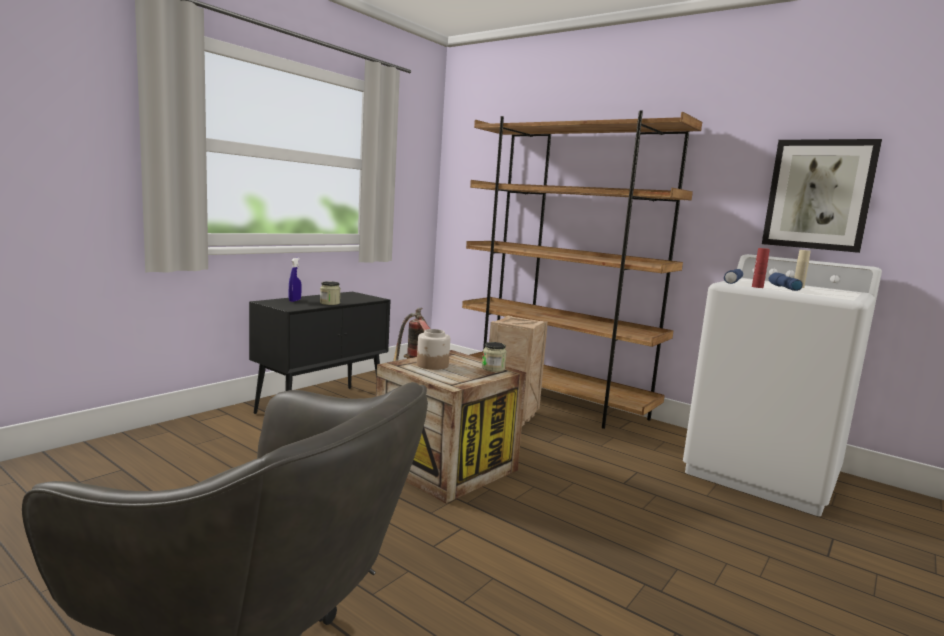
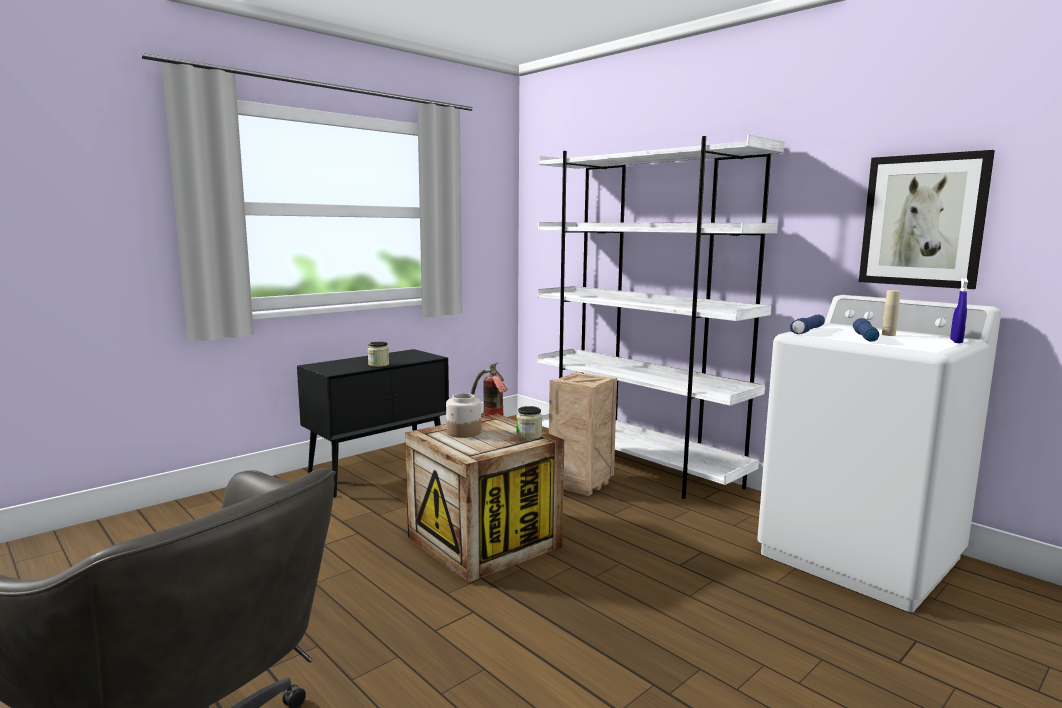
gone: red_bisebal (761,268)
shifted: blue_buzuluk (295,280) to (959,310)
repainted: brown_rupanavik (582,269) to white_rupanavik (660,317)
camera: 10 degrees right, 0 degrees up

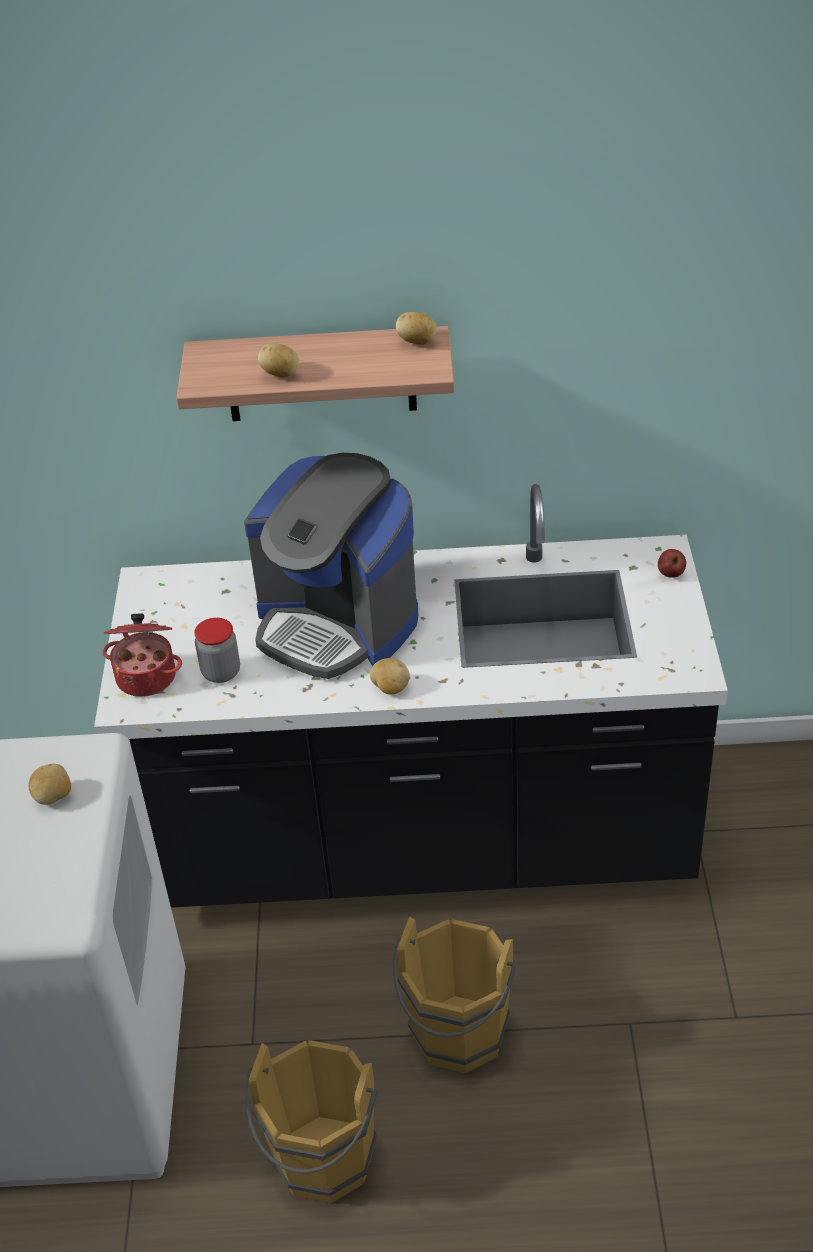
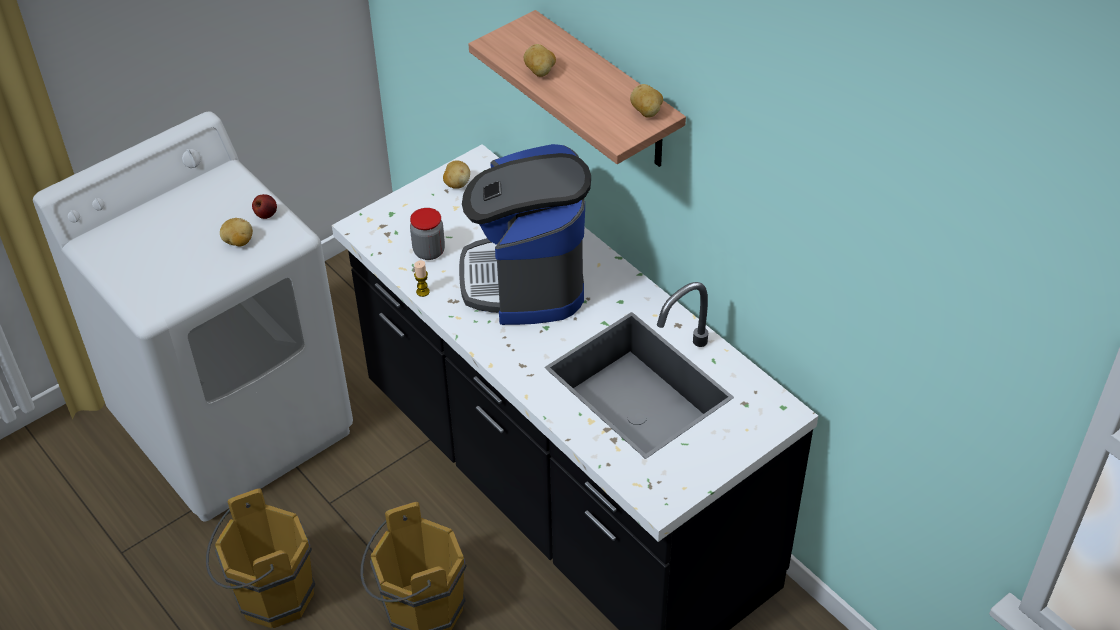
gone: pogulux (142,655)
new: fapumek (422,278)
shifted: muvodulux (672,563) to (264,206); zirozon (390,676) to (456,174)
camera: 50 degrees right, 5 degrees up

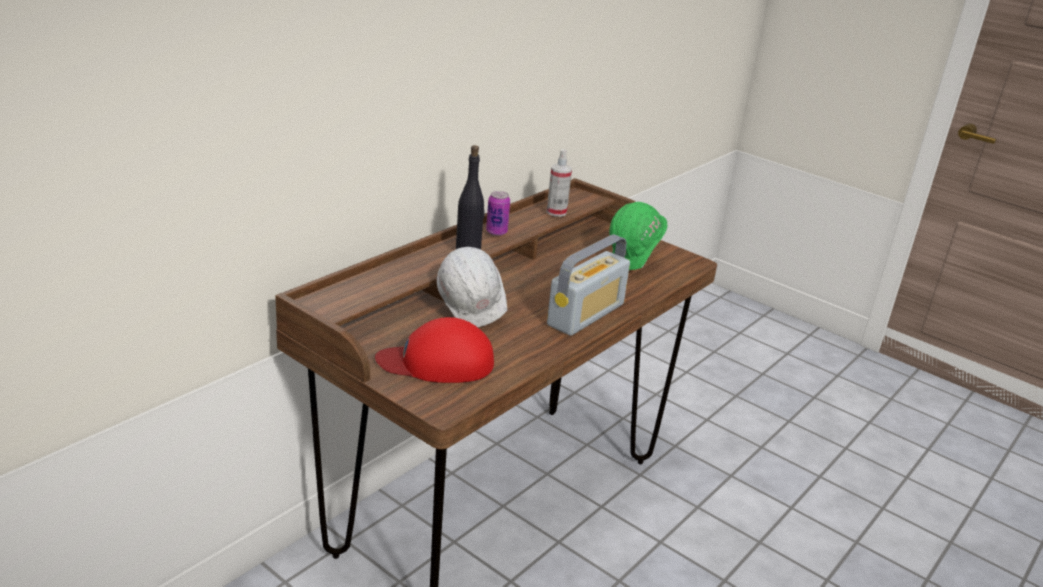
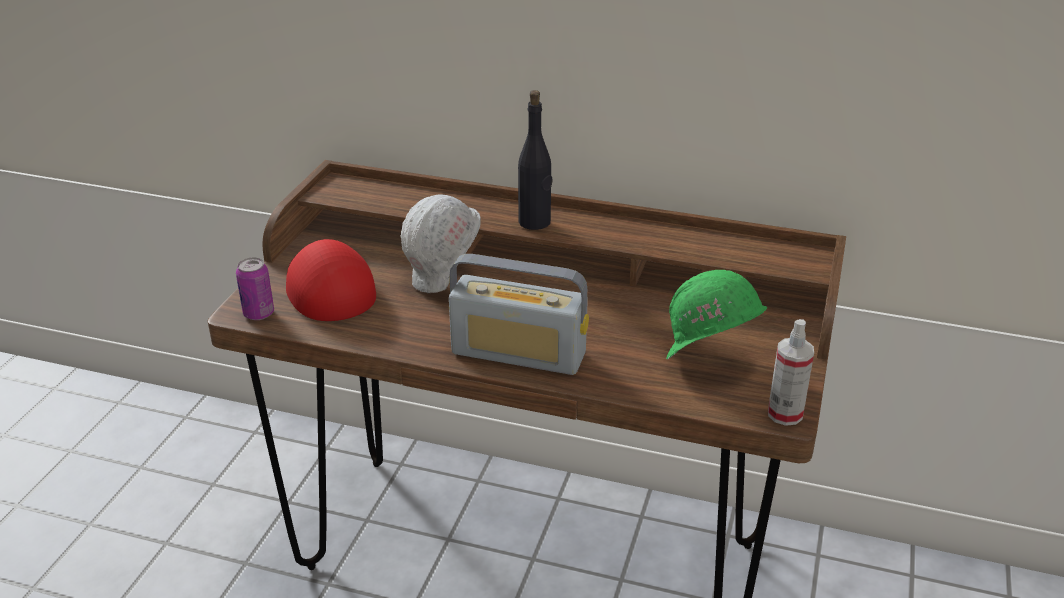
shifted: buzuluk (559,183) to (791,372); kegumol (498,213) to (255,289)
camera: 70 degrees right, 5 degrees up

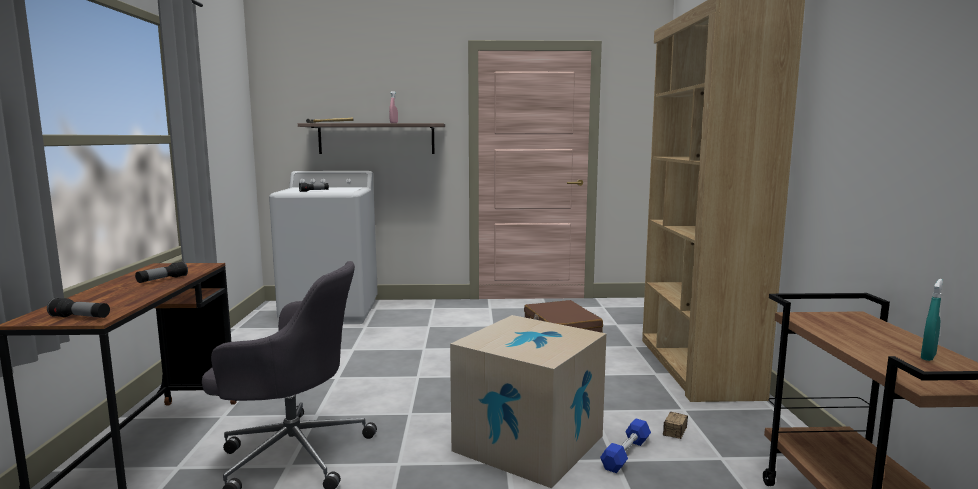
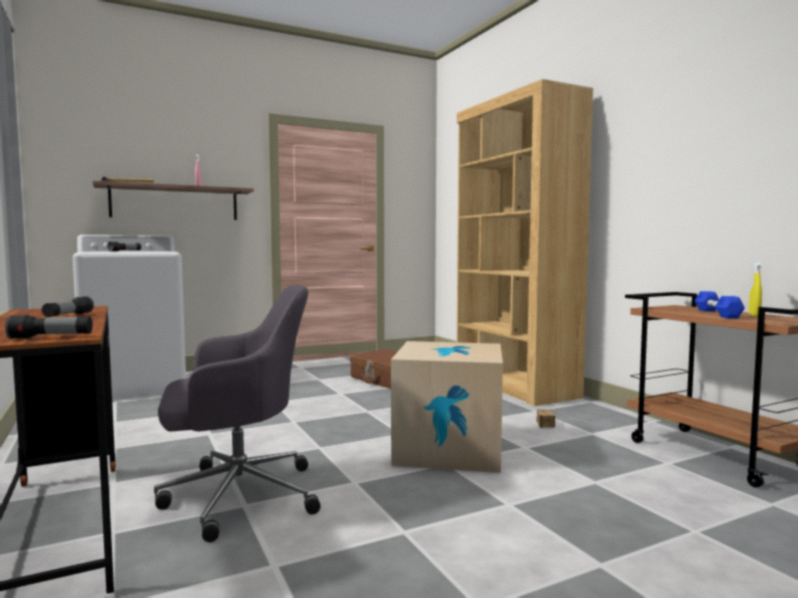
shifted: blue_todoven (625,446) to (720,305)
repainted: turquoise_buzuluk (932,320) to yellow_buzuluk (755,289)
camera: 25 degrees left, 5 degrees down

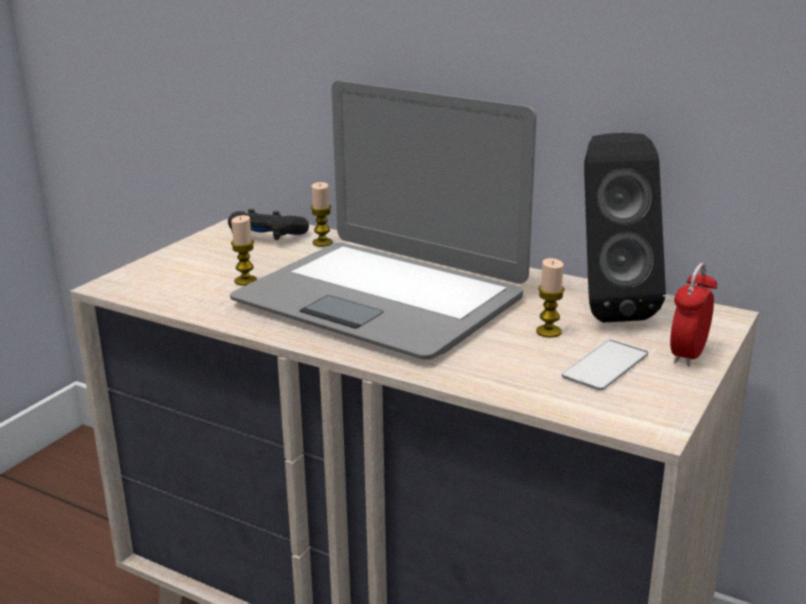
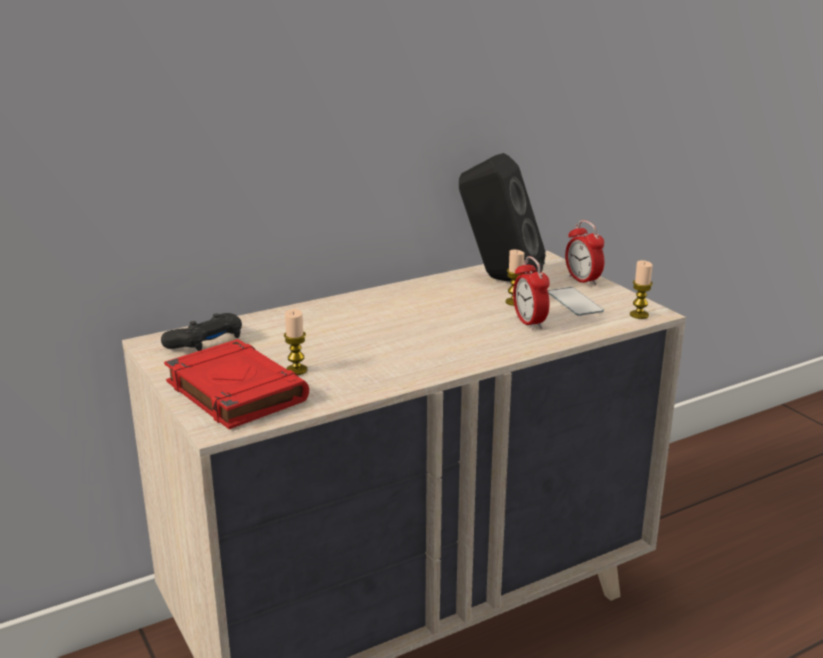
gone: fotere (383,220)
new: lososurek (531,293); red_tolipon (236,384)
shifted: fapumek (322,214) to (641,289)
camera: 60 degrees left, 0 degrees up

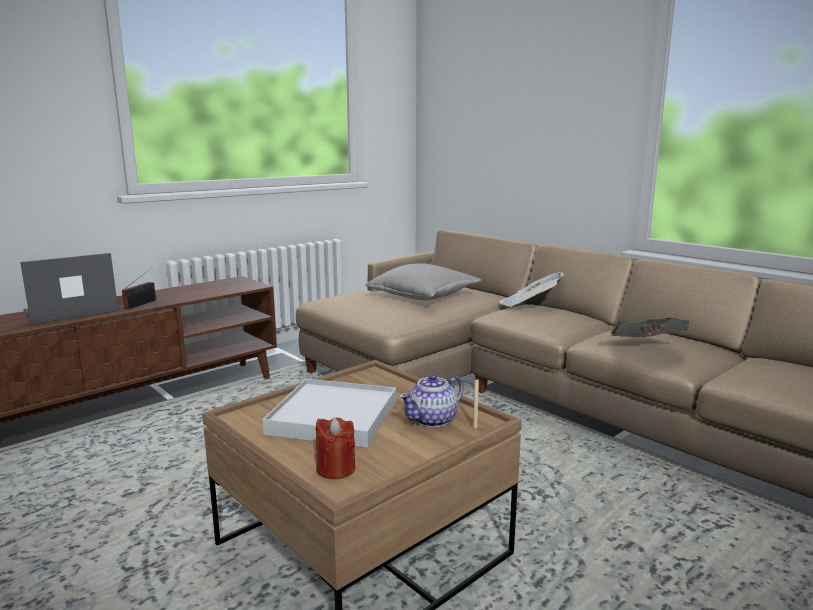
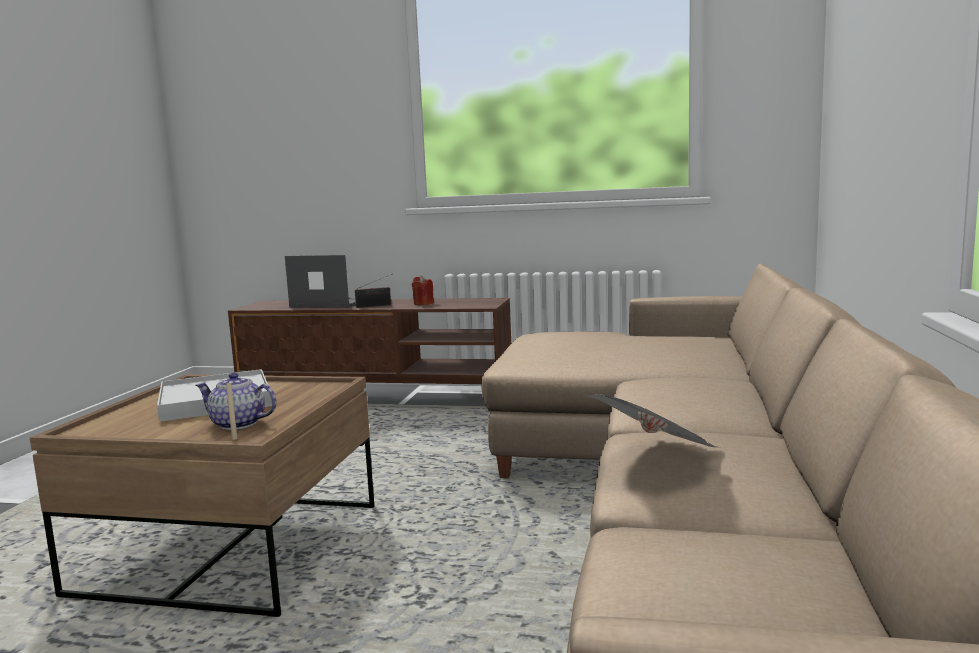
gone: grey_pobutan (423,282); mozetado (531,289)
shifted: red_fapumek (335,448) to (423,290)
camera: 55 degrees right, 5 degrees down

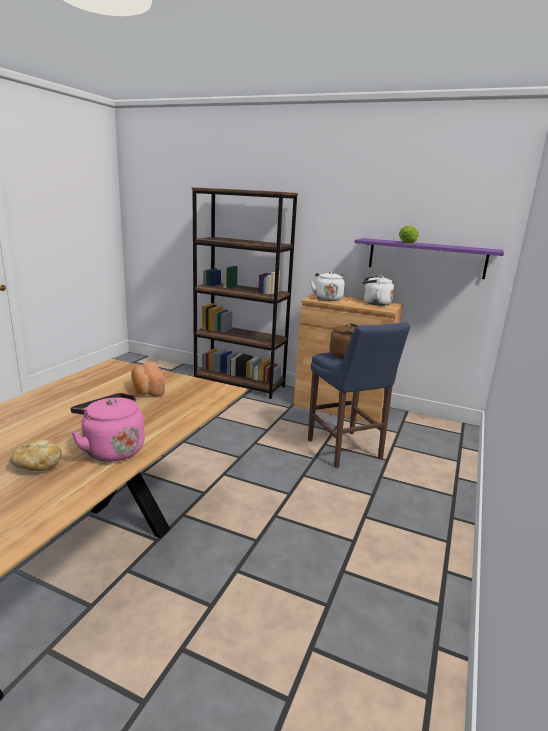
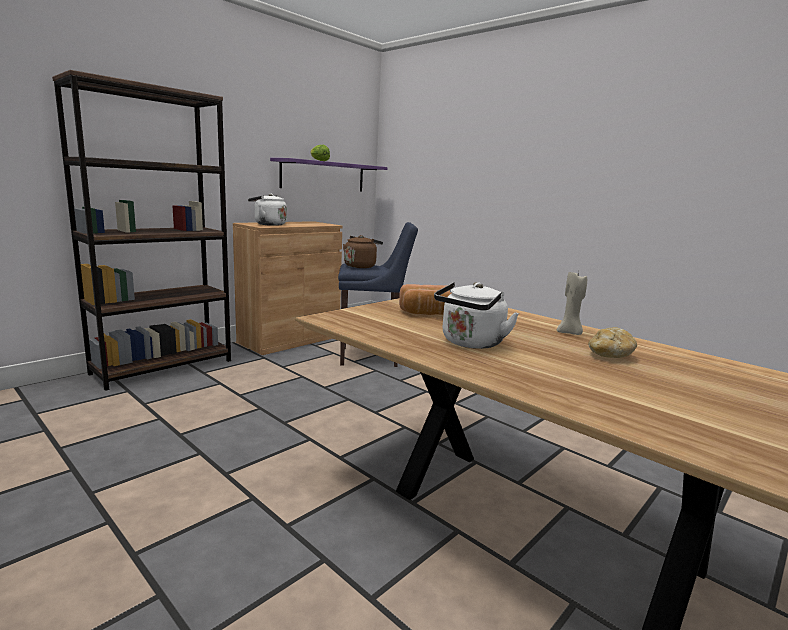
shifted: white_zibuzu (378,291) to (476,315)
swapped: pink_zibuzu (108,427) to beige_fapumek (572,303)
camera: 70 degrees left, 5 degrees down

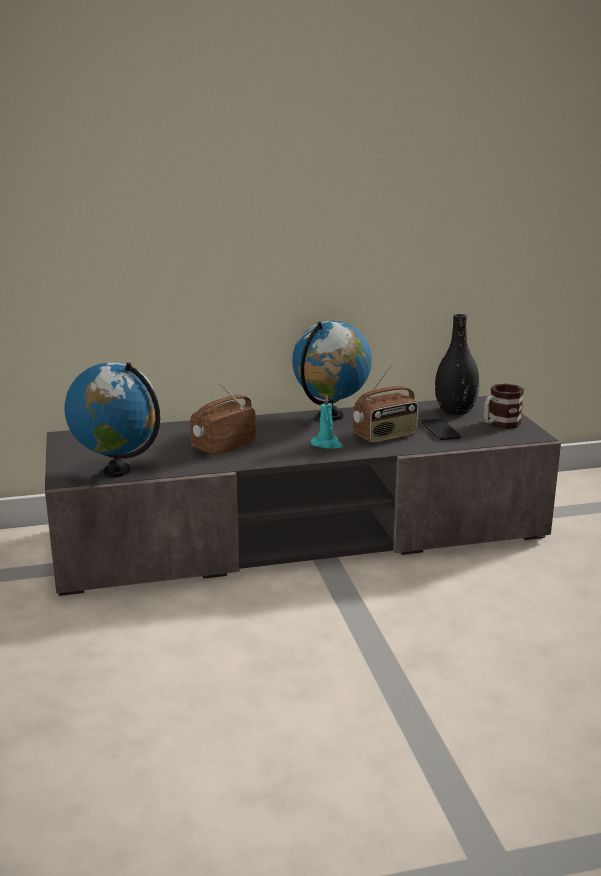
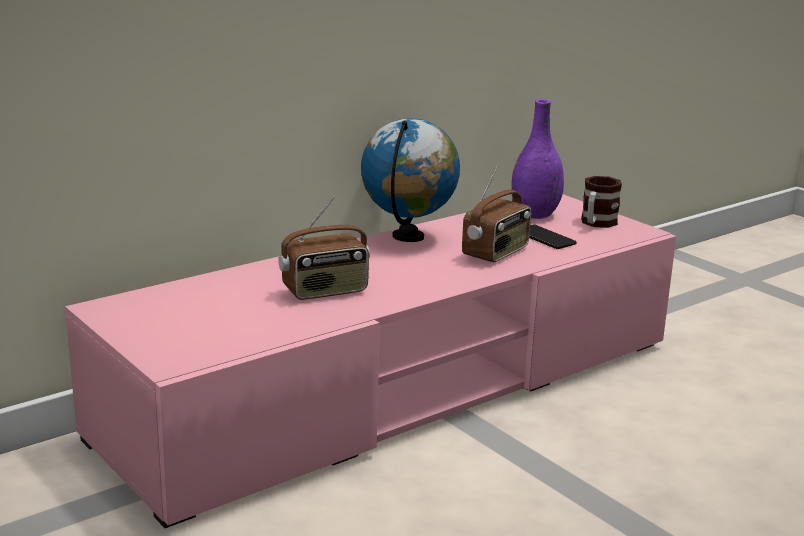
gone: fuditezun (112,420); turquoise_fapumek (327,421)
repainted: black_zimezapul (457,364) to purple_zimezapul (537,159); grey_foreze (303,496) to pink_foreze (370,361)
rotated: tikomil (223,419) = (324,248) 135 degrees counterclockwise
camera: 25 degrees left, 0 degrees up

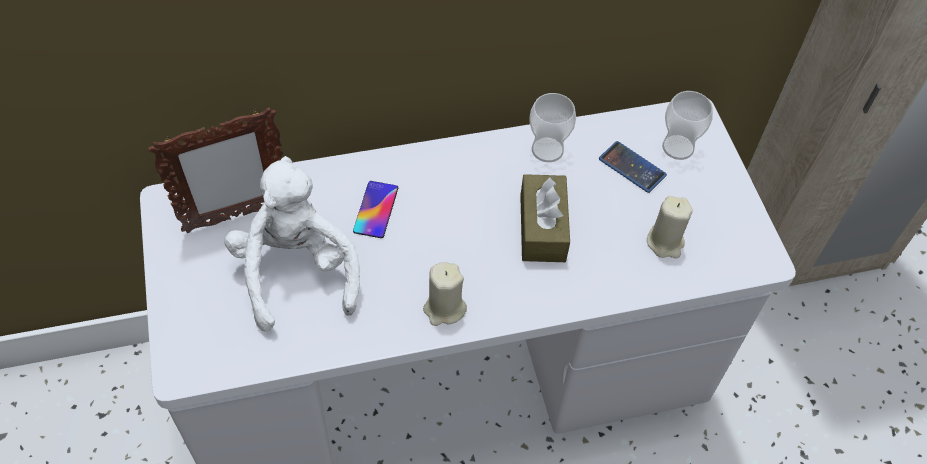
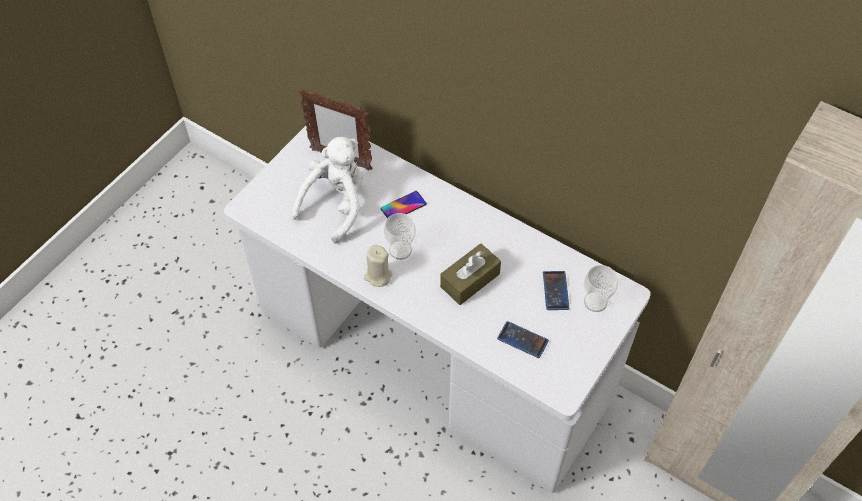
shifted: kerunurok (552,127) to (400,236)
swapped: beige_fapumek (670,227) to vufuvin (523,339)
camera: 50 degrees right, 0 degrees up

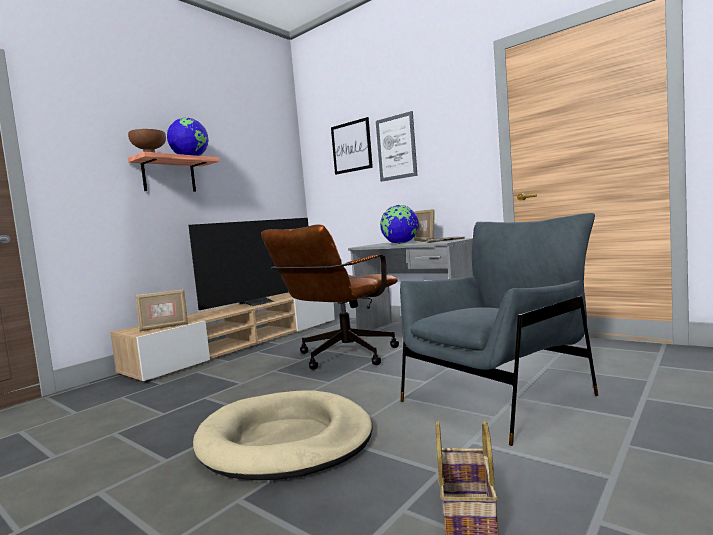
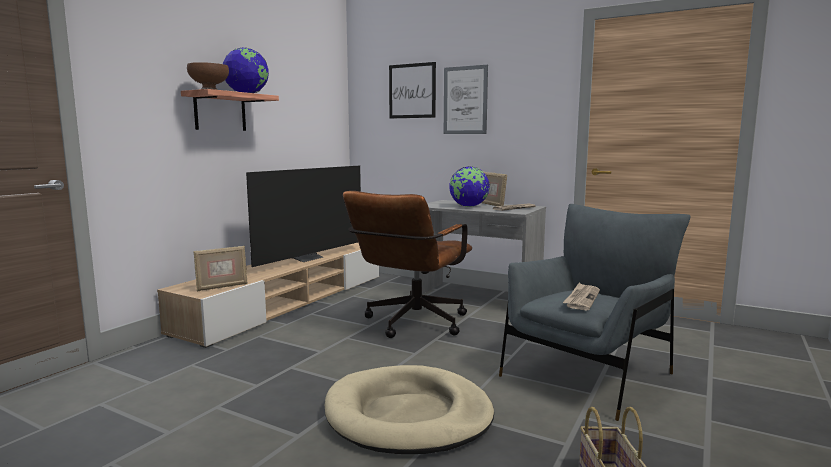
new: mozetado (581,297)
camera: 10 degrees left, 5 degrees up

